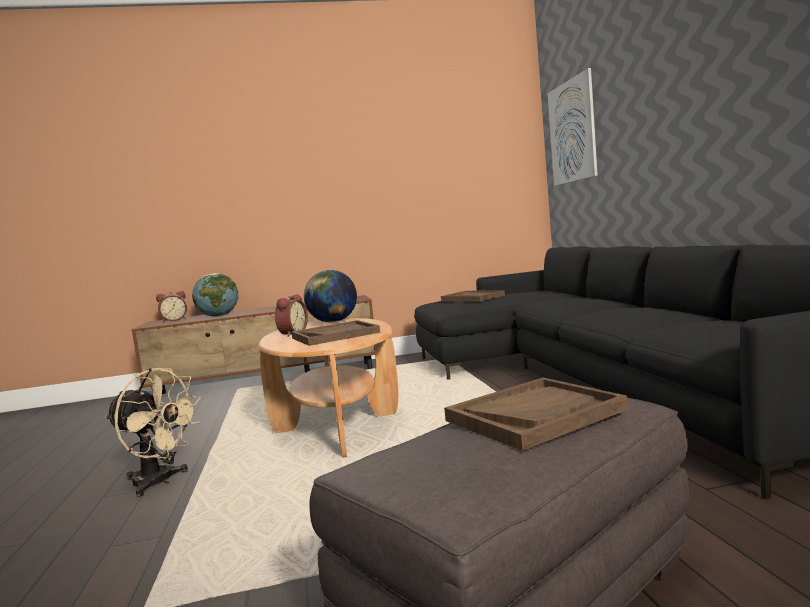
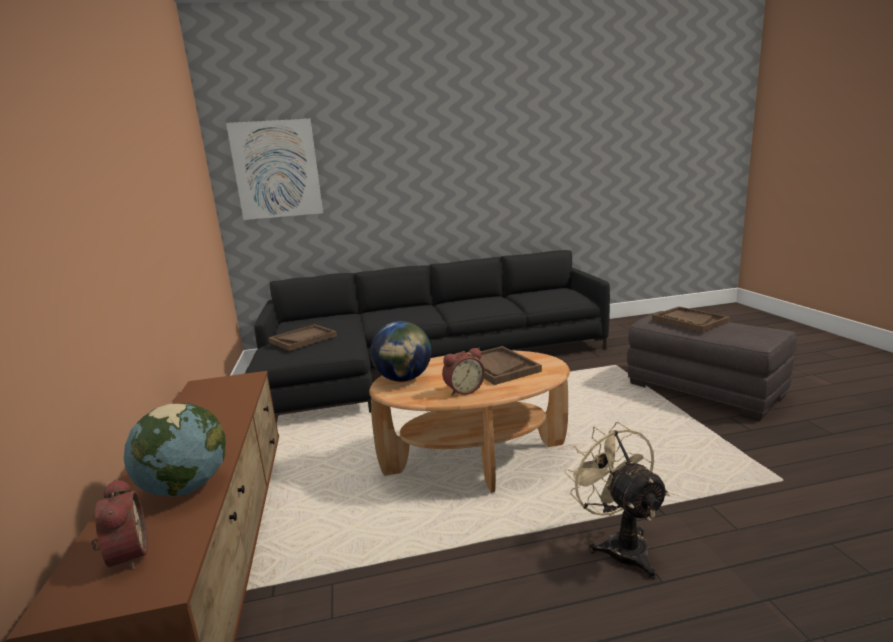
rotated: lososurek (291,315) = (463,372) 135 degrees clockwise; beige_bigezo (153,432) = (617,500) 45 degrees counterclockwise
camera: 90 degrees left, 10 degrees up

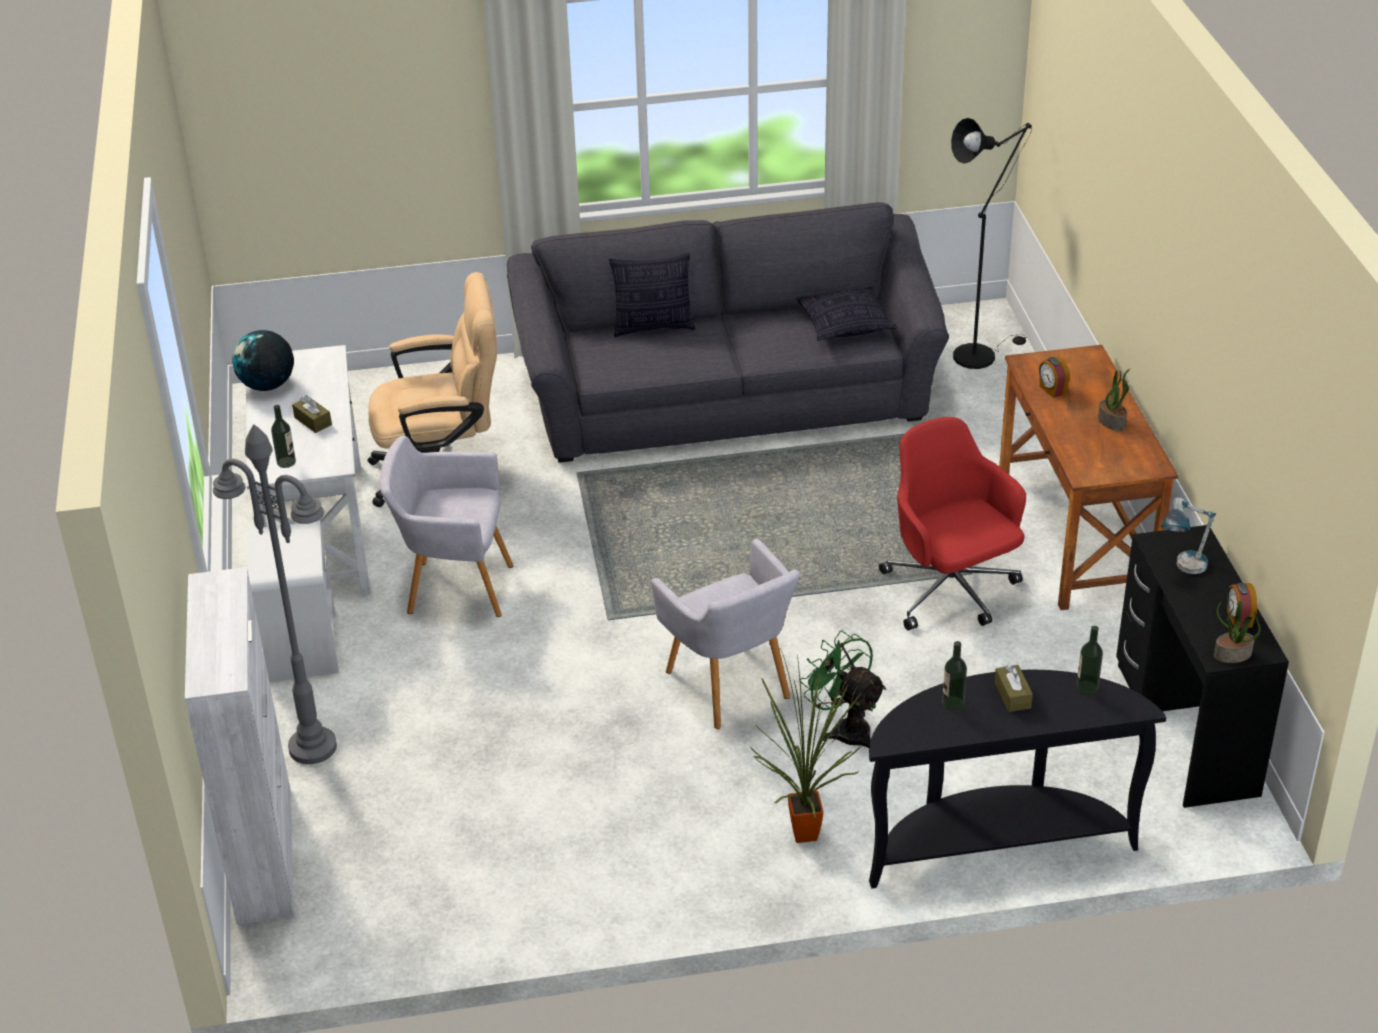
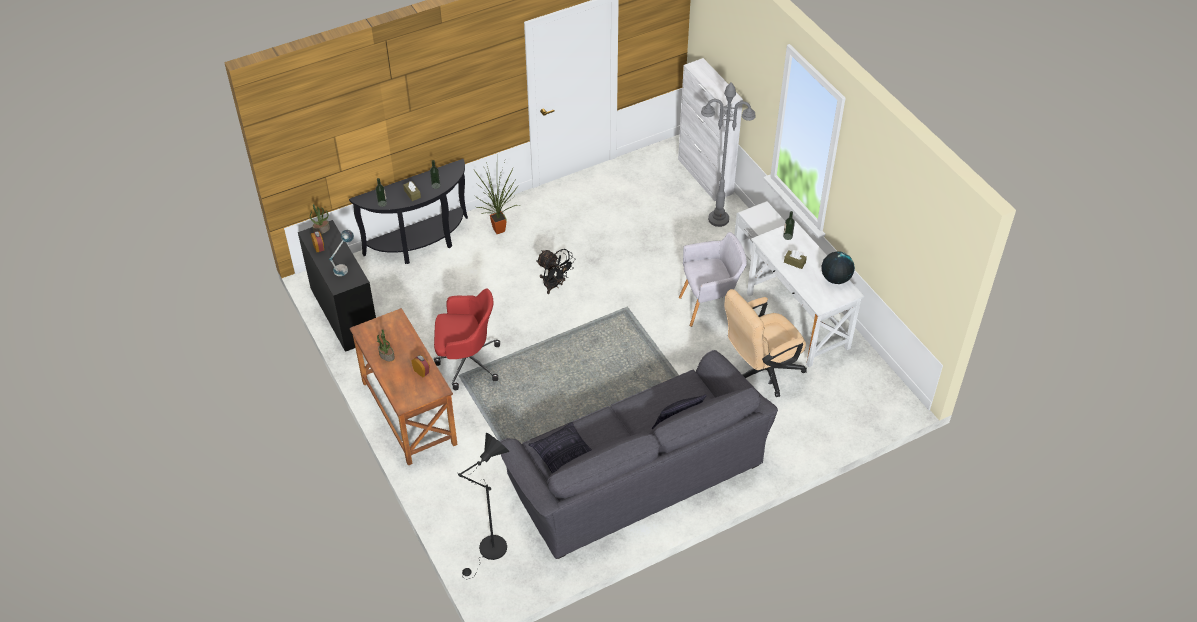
gone: green_bigezo (843,689)
swapped: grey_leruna (725,634) to black_bigezo (555,271)
rotated: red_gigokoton (952,524) = (467,339) 45 degrees counterclockwise
camera: 160 degrees right, 10 degrees up

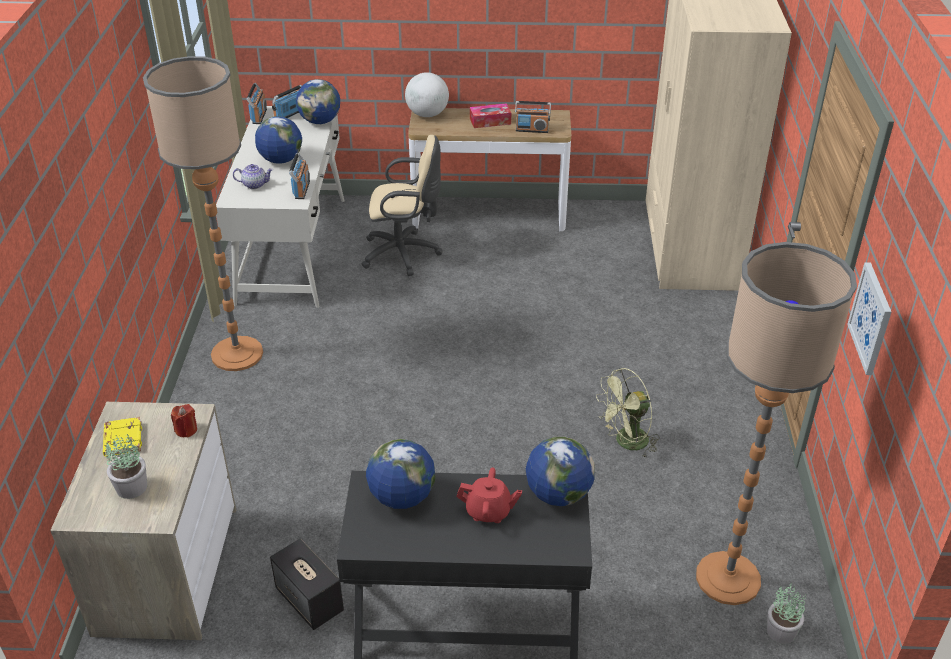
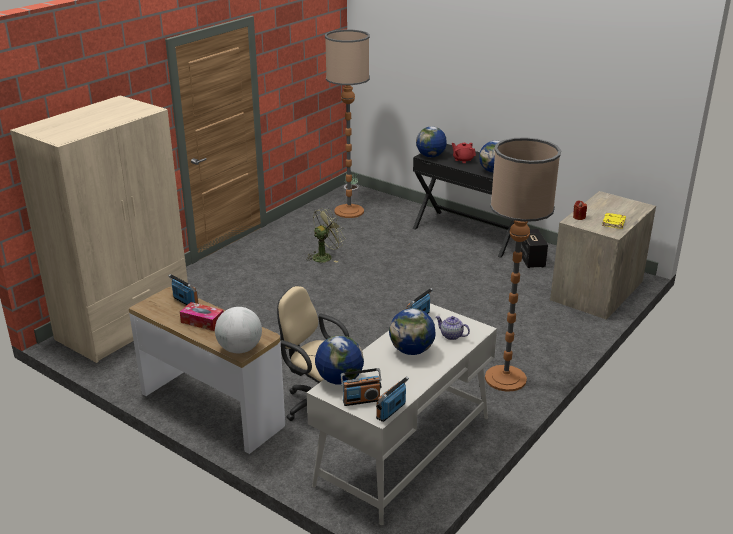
gone: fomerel (869,318); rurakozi (126,467)
rotated: green_bigezo (628,413) = (326,235) 45 degrees counterclockwise
camera: 145 degrees left, 10 degrees down

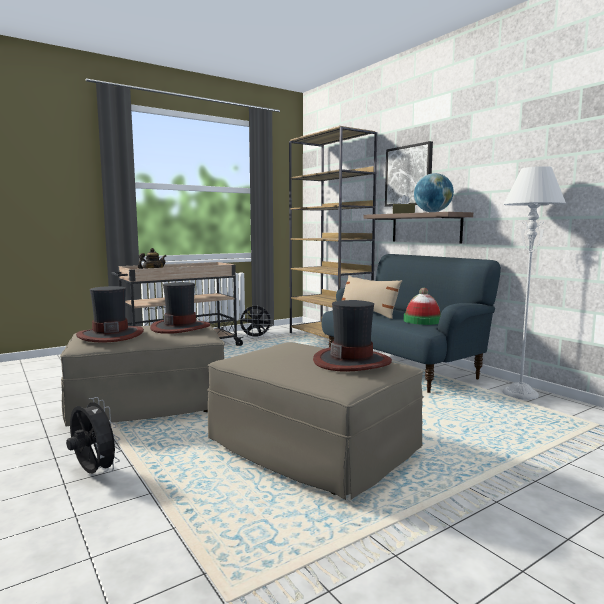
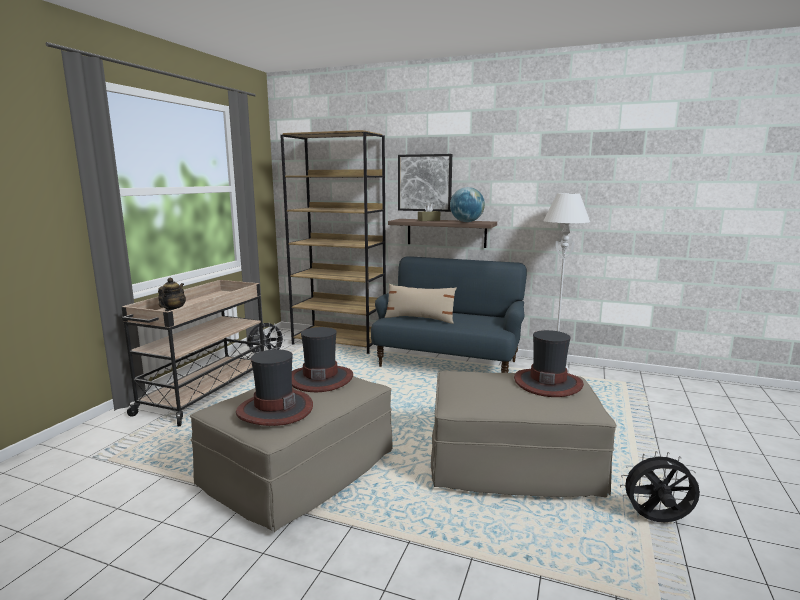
gone: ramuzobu (422,306)
shifted: black_bigezo (93,435) to (660,486)
camera: 35 degrees left, 5 degrees up

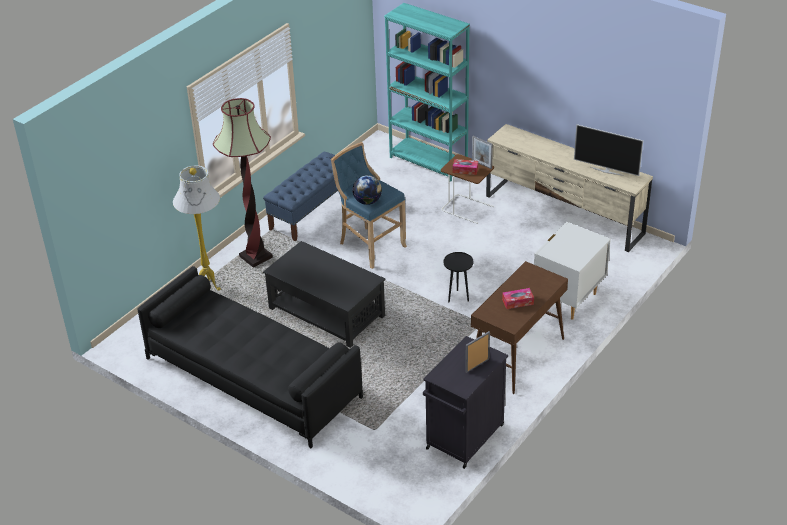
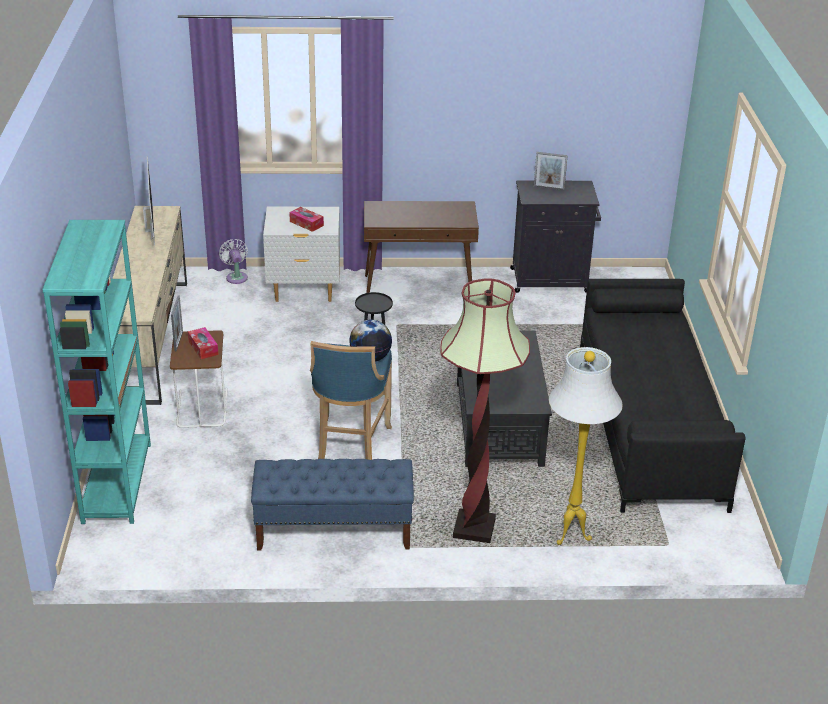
new: white_bigezo (233,261)
shifted: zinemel (518,298) to (306,219)
camera: 130 degrees left, 5 degrees down

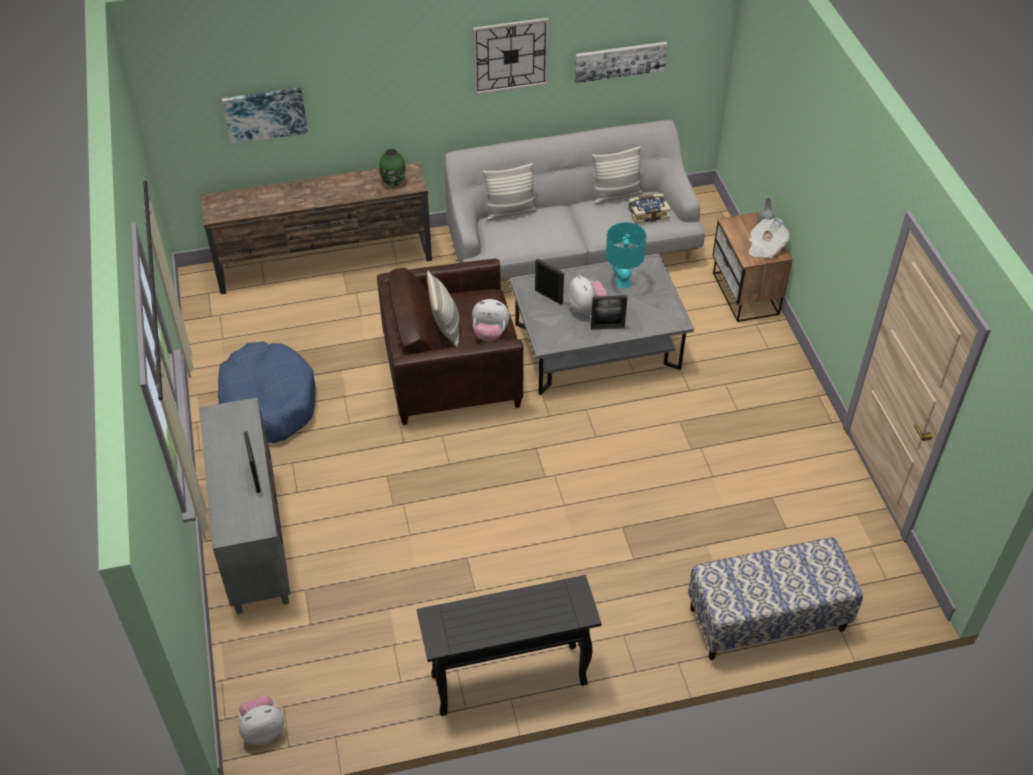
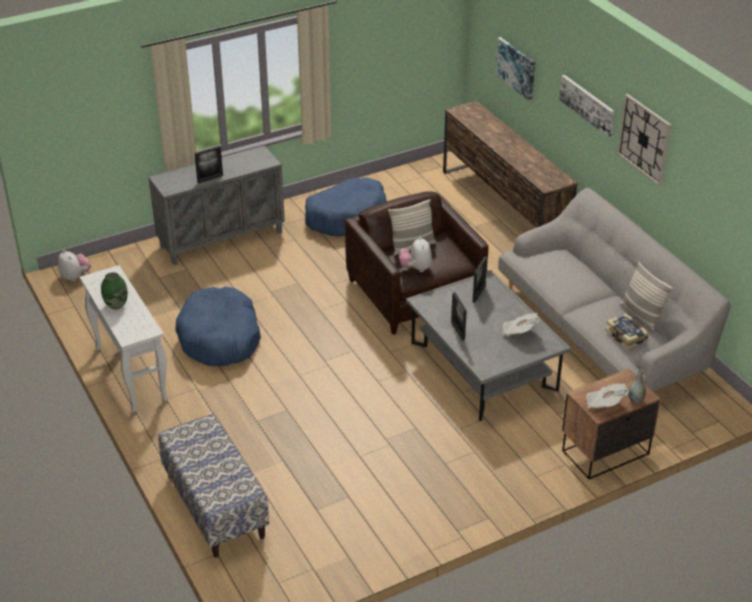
gone: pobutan (510,192); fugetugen (588,294)
new: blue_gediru (218,326)
shifted: fomerel (621,62) to (587,106); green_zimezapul (392,168) to (114,290)
swapped: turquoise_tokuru (626,255) to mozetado (521,324)
repainted: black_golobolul (509,645) to white_golobolul (124,338)
camera: 75 degrees right, 10 degrees down

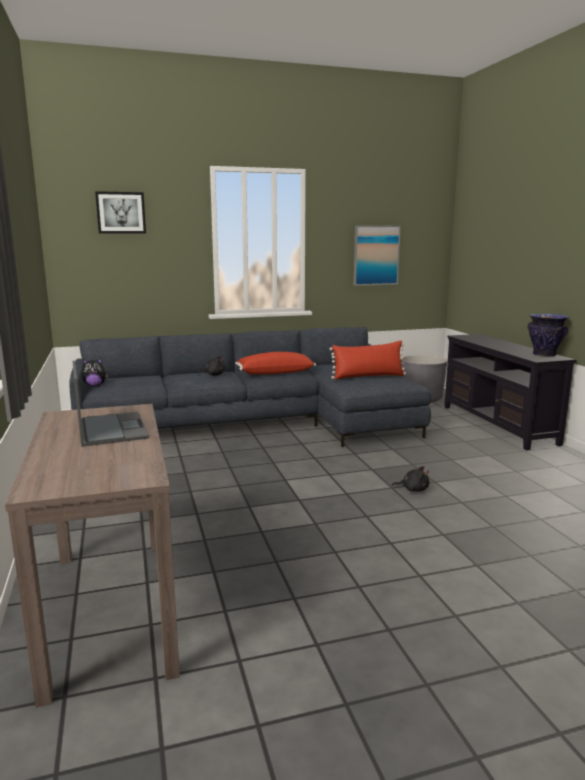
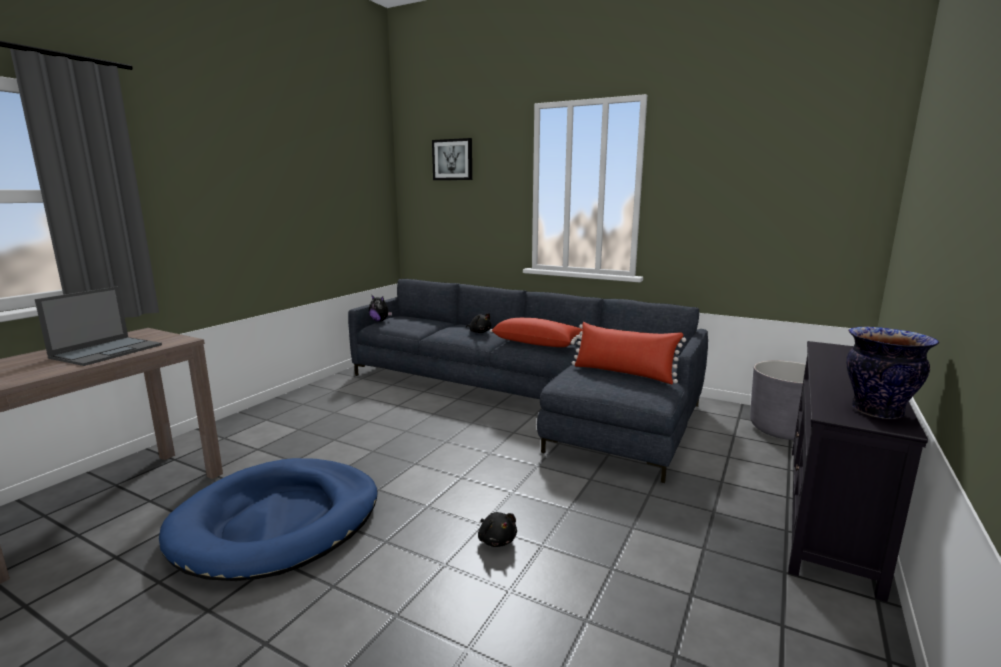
gone: fomerel (377,255)
new: blue_gediru (268,519)
camera: 45 degrees right, 0 degrees up

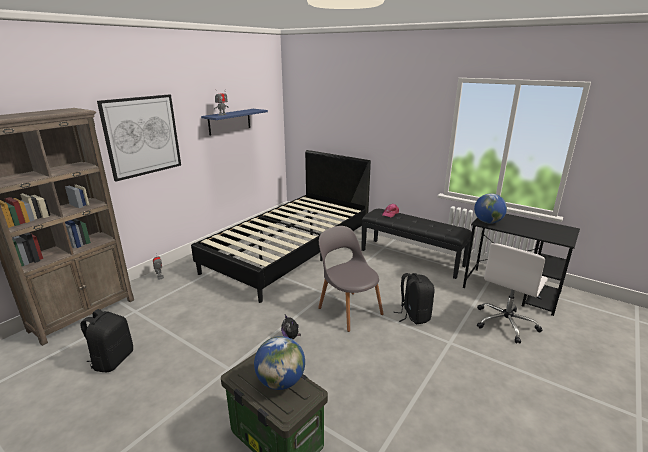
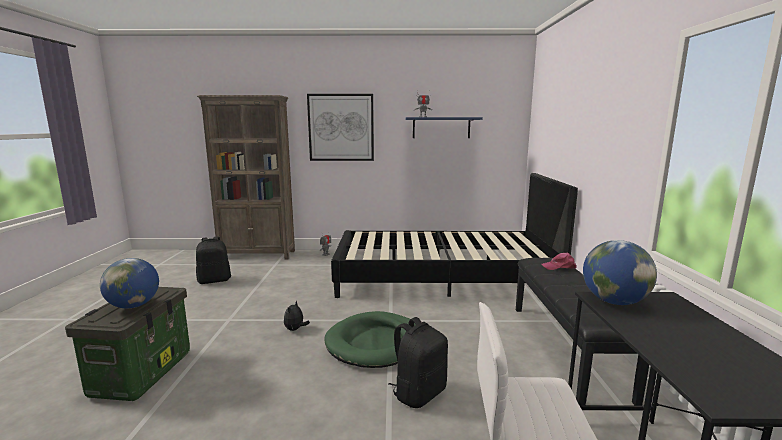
swapped: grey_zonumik (351,279) to green_gediru (370,339)
camera: 55 degrees right, 10 degrees down

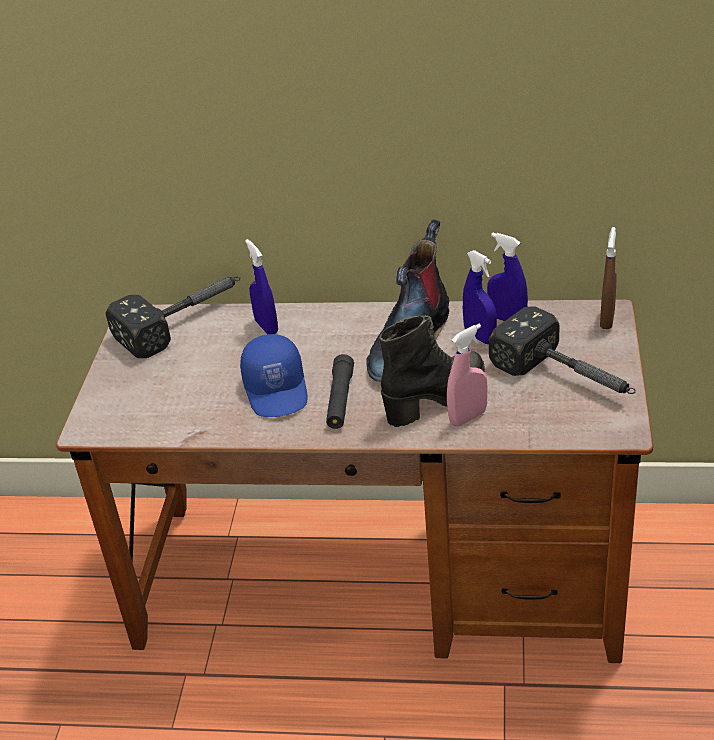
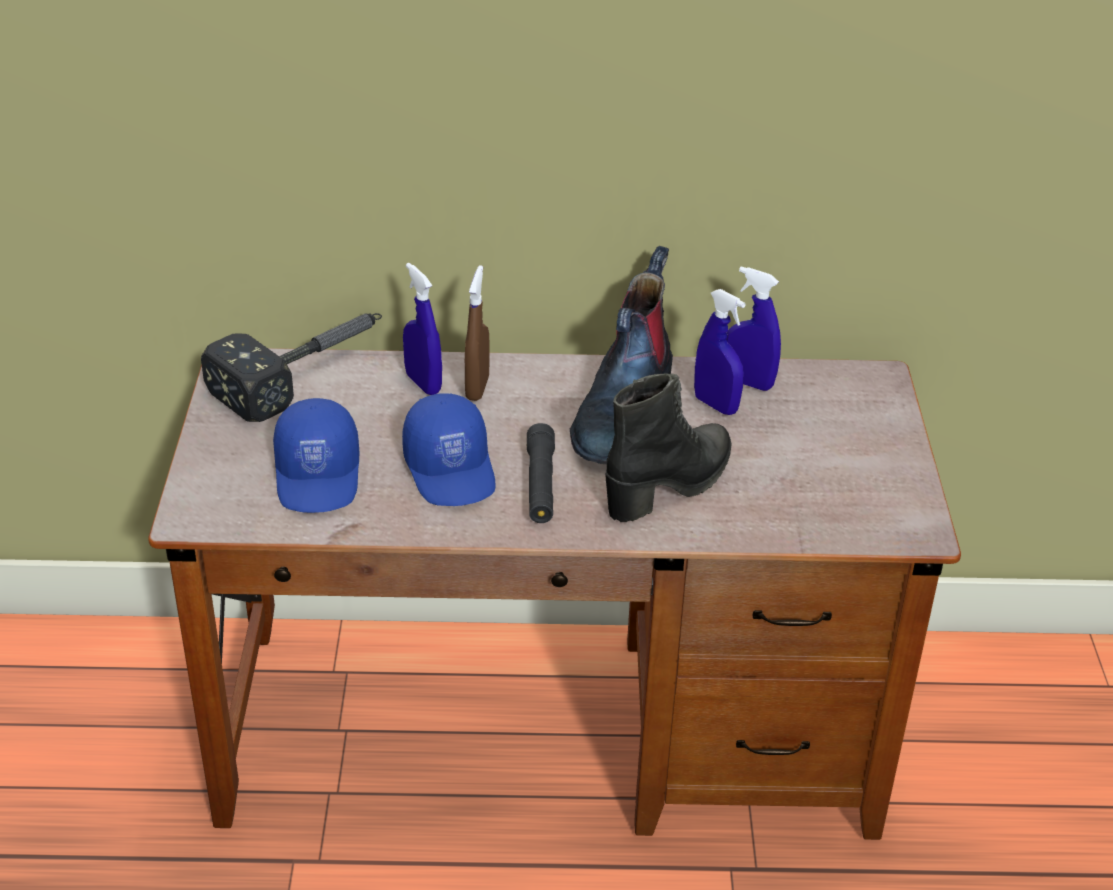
gone: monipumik (562,350); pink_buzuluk (467,375)
new: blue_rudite (316,455)
shifted: brown_buzuluk (608,278) to (477,333)
camera: 10 degrees left, 0 degrees up

